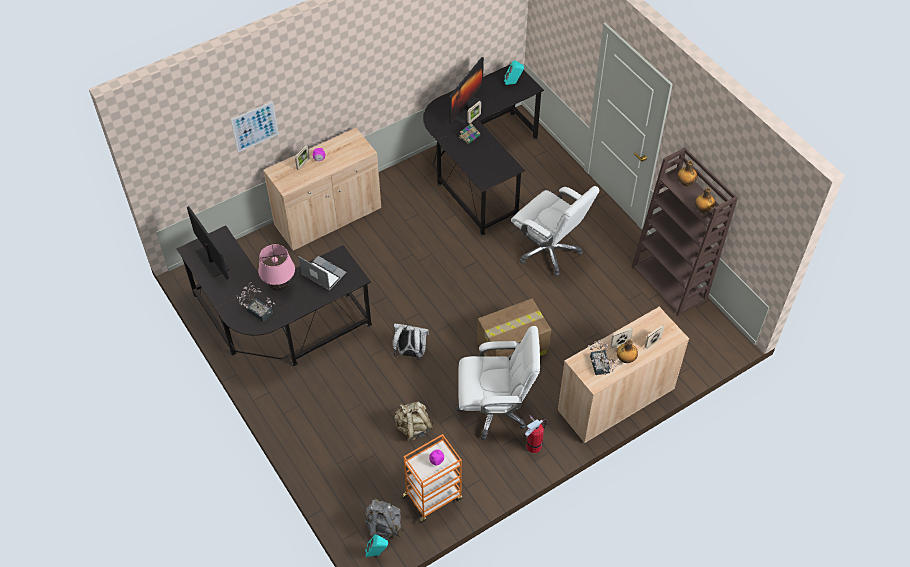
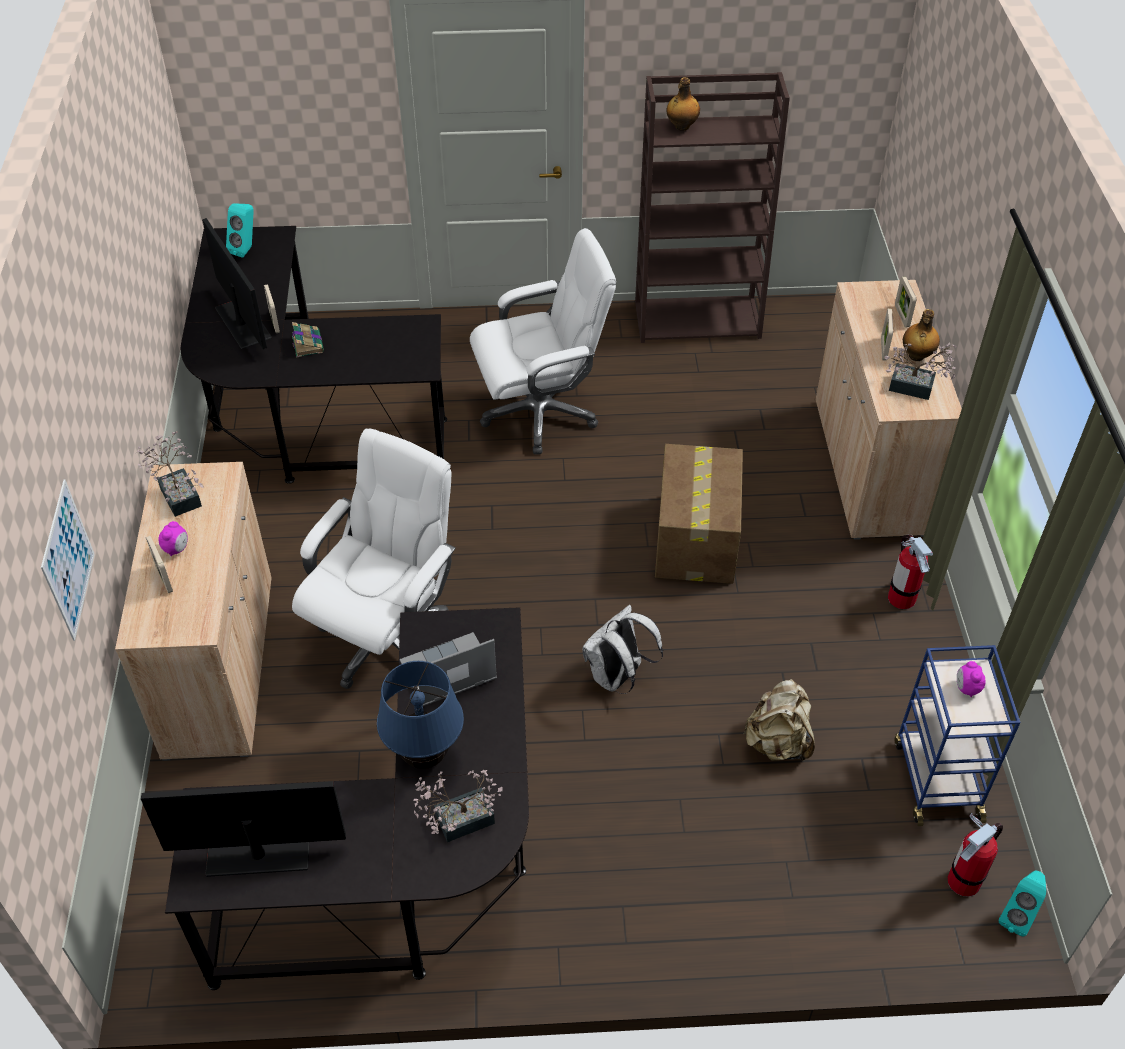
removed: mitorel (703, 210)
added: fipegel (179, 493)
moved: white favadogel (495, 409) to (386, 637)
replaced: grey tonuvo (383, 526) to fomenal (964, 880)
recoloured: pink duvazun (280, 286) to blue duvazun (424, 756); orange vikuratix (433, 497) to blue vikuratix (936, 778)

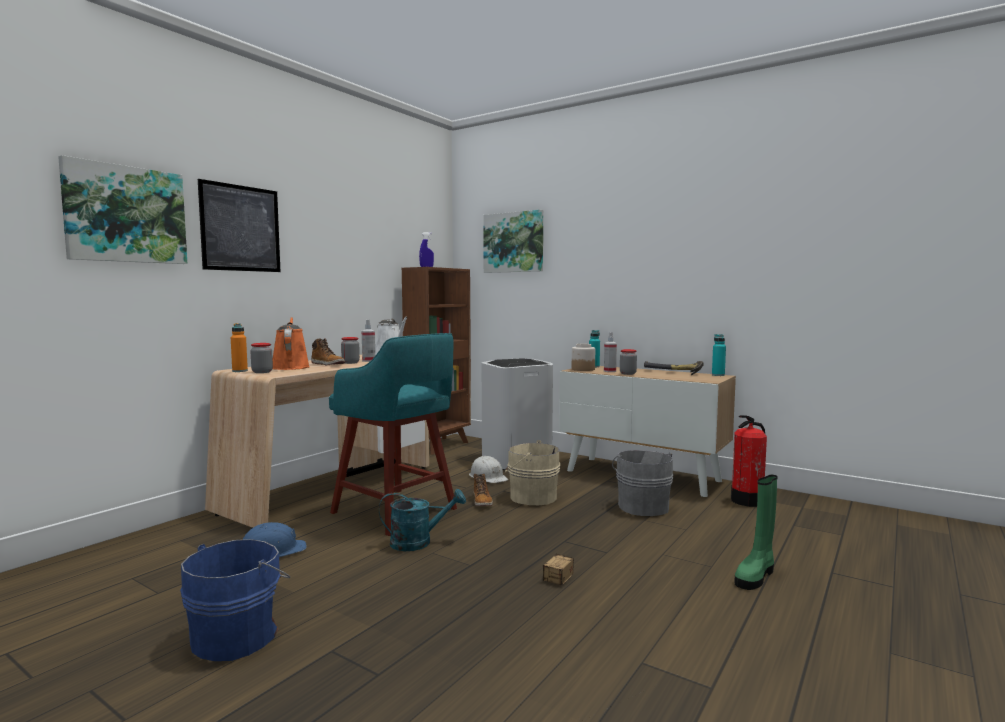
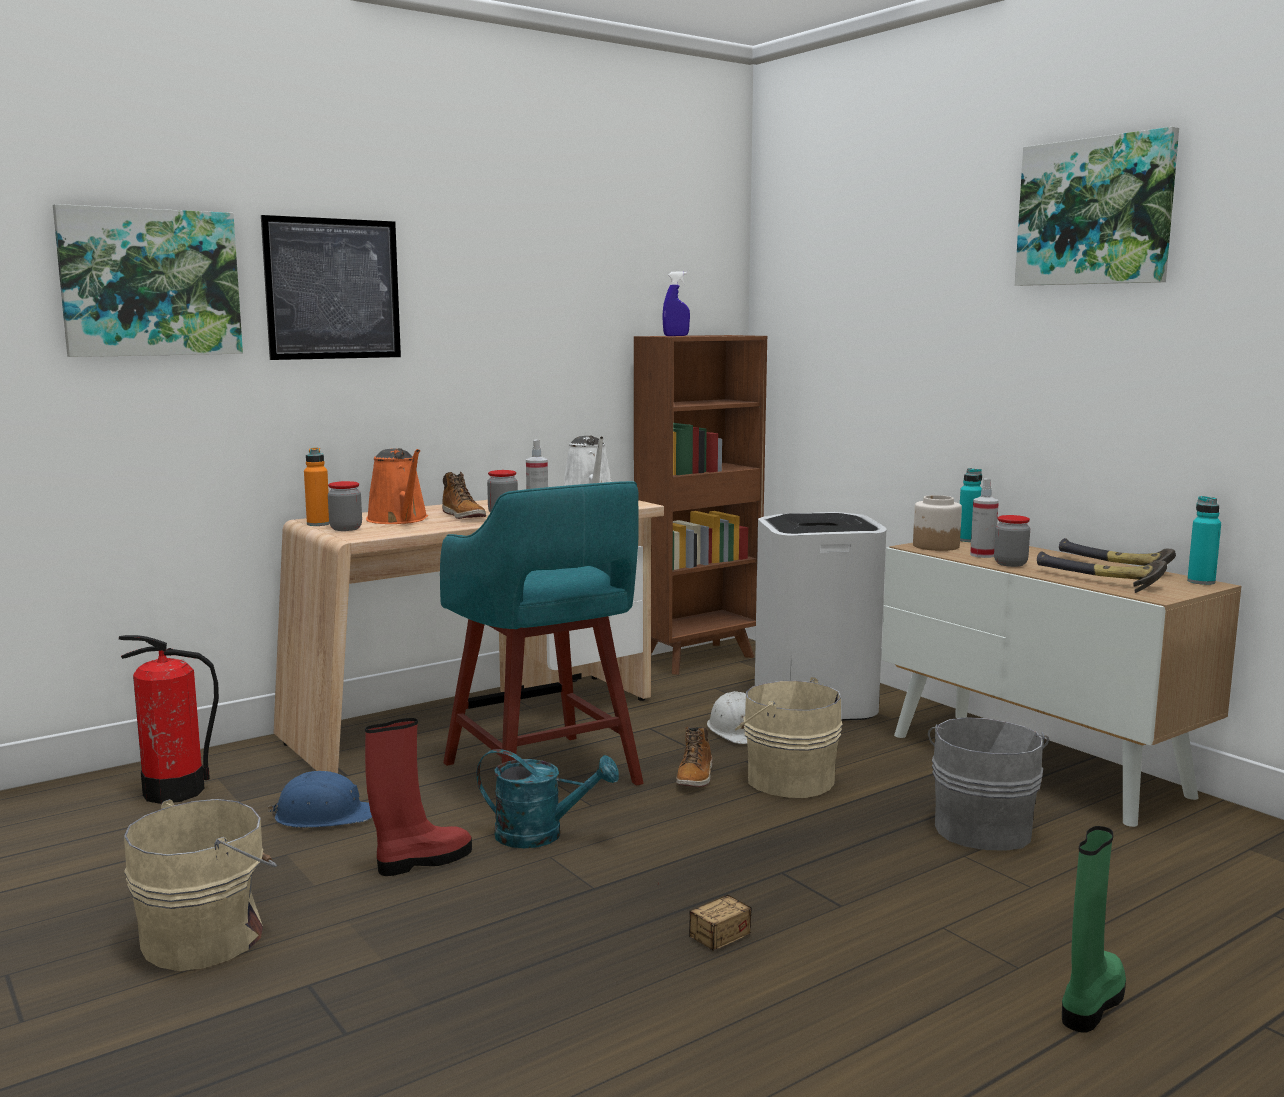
added: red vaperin (422, 861); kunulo (1097, 581)
moved: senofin (514, 242) to (1095, 212); fomenal (747, 501) to (175, 792)
recoloured: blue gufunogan (239, 635) to beige gufunogan (208, 936)
turned: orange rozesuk (290, 367) = (399, 520) 150 degrees clockwise; green vaperin (755, 576) = (1090, 1002) 150 degrees clockwise

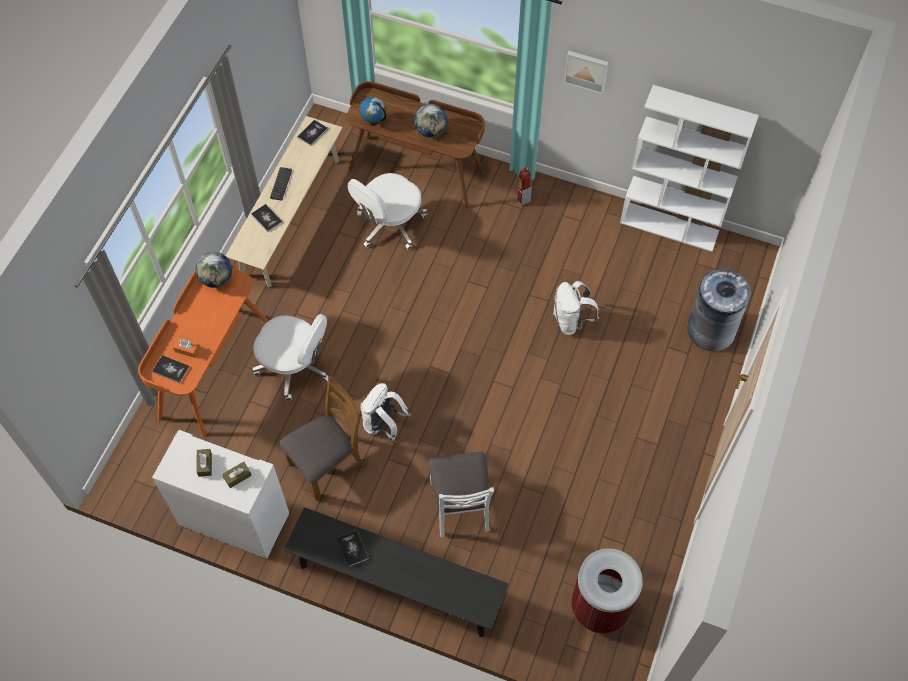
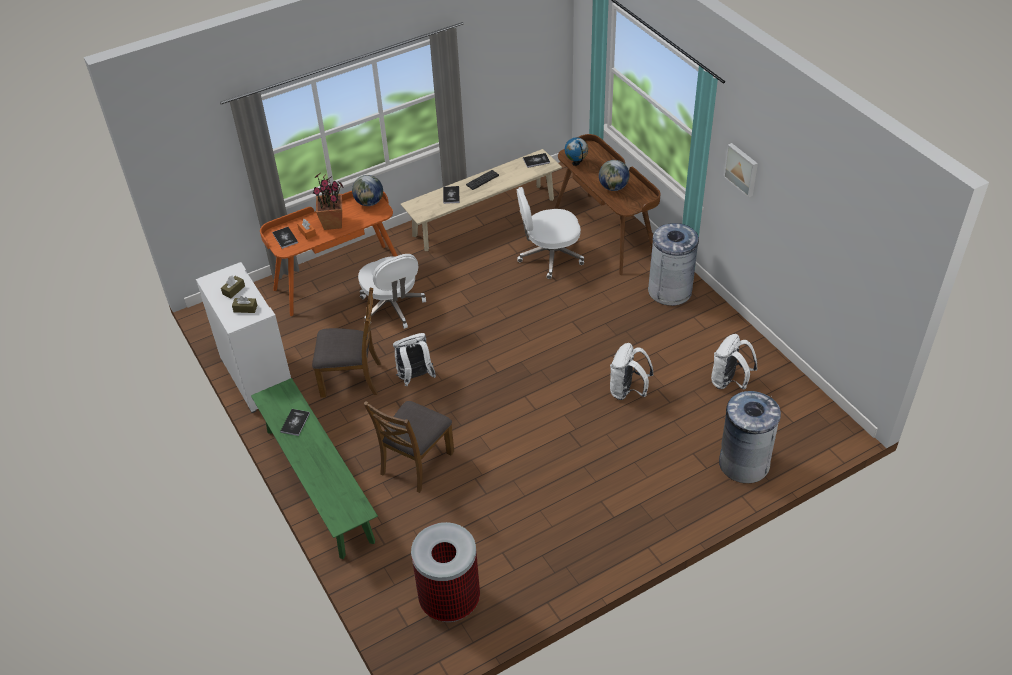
removed: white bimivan (670, 226)
added: fipegel (333, 223); white tonuvo (729, 382)
replaced: fomenal (522, 200) to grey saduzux (670, 290)
recoloured: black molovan (397, 584) to green molovan (319, 484); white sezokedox (460, 505) to brown sezokedox (416, 463)

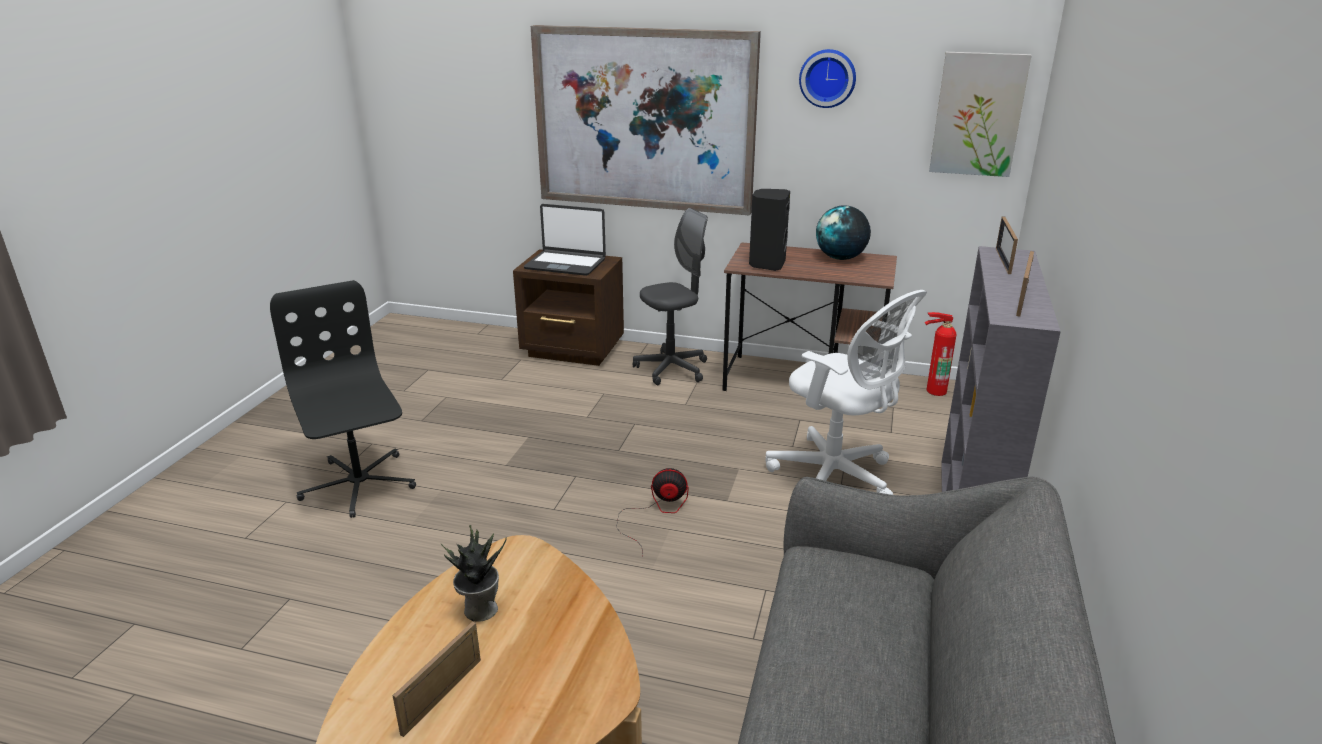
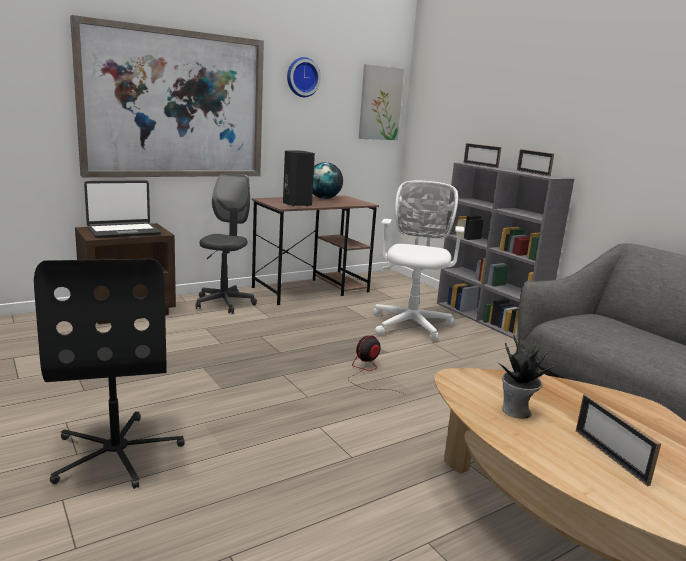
removed: fomenal (934, 390)
turned: black favadogel (358, 484) = (117, 452) 120 degrees counterclockwise; white favadogel (836, 477) = (411, 323) 75 degrees counterclockwise

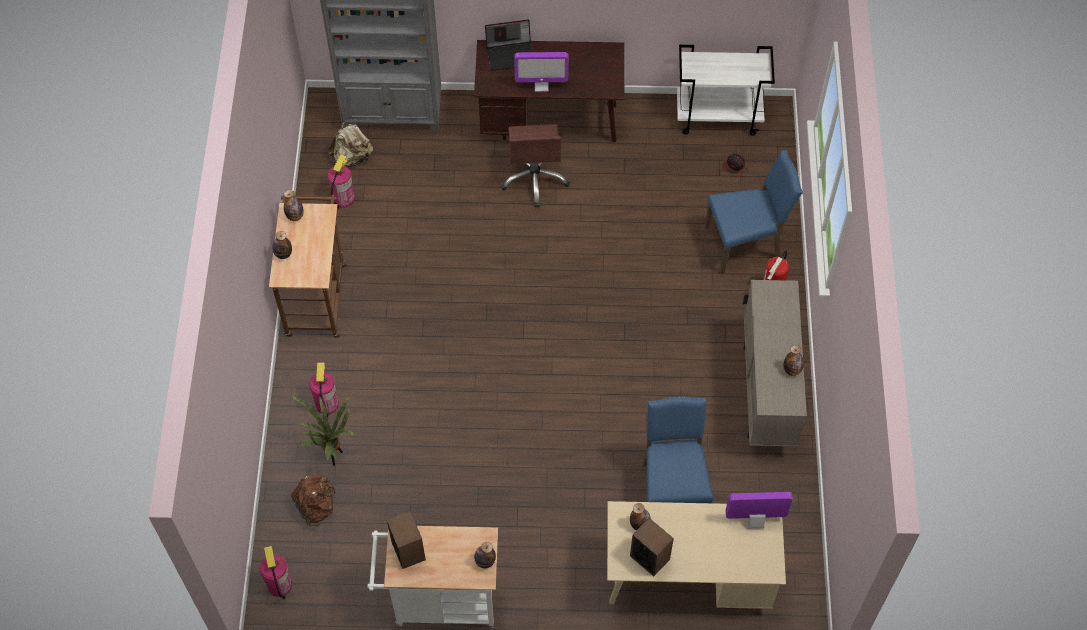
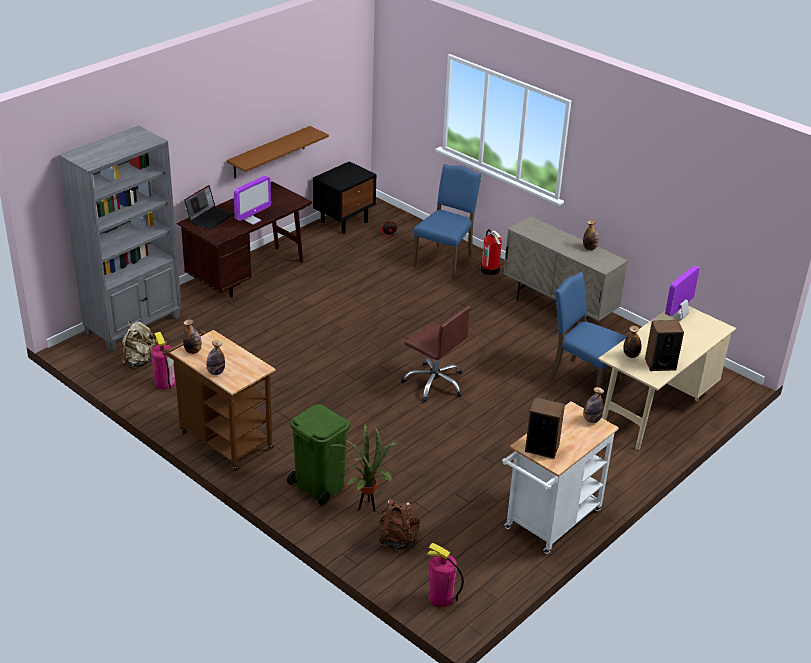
added: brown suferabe (269, 152)
moved: brown favadogel (535, 178) to (434, 383)
replaced: fomenal (327, 404) to green saduzux (319, 485); white vikuratix (719, 116) to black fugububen (344, 221)

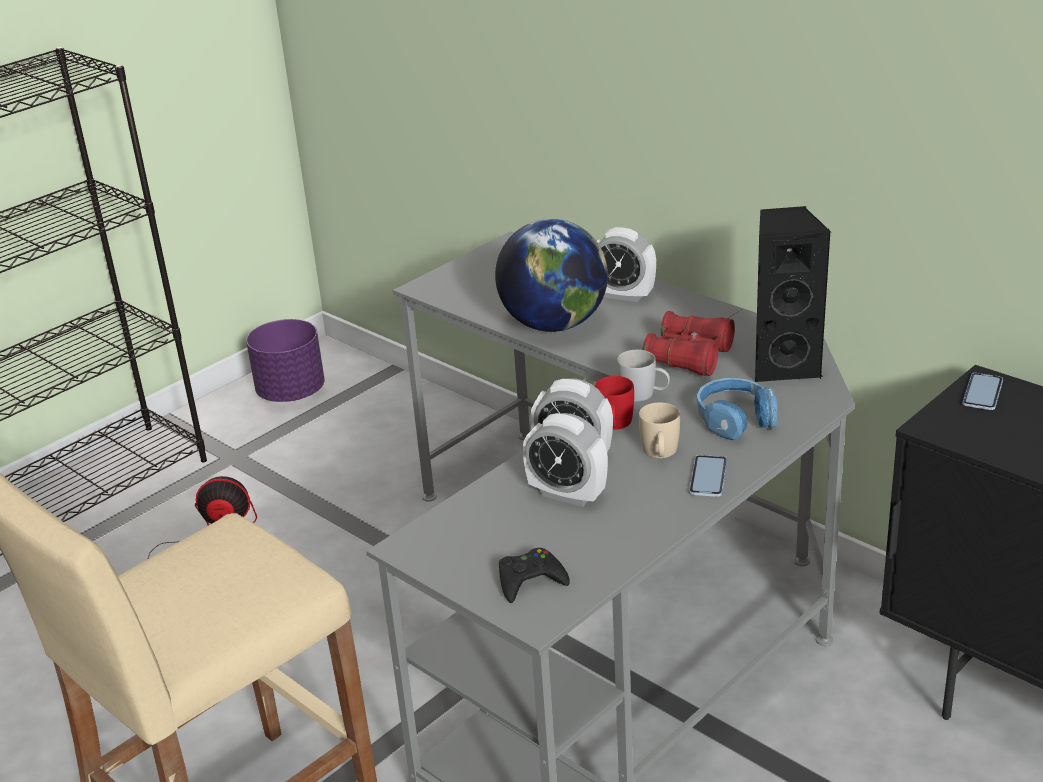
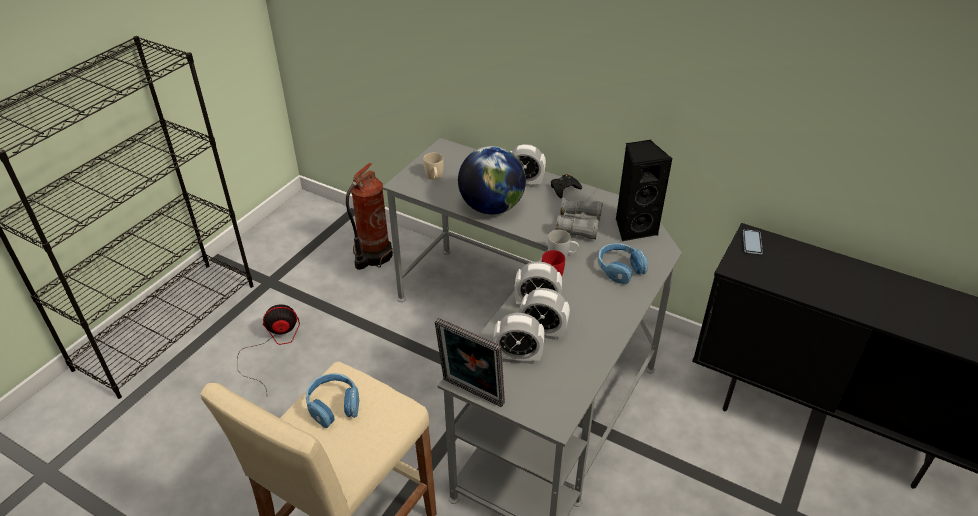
removed: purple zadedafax (290, 393); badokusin (708, 477)
added: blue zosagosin (334, 405); fomenal (373, 256); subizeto (471, 394); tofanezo (518, 357)
moved: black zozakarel (530, 580) to (564, 188); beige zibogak (660, 454) to (434, 177)
recoloured: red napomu (689, 357) to grey napomu (579, 225)

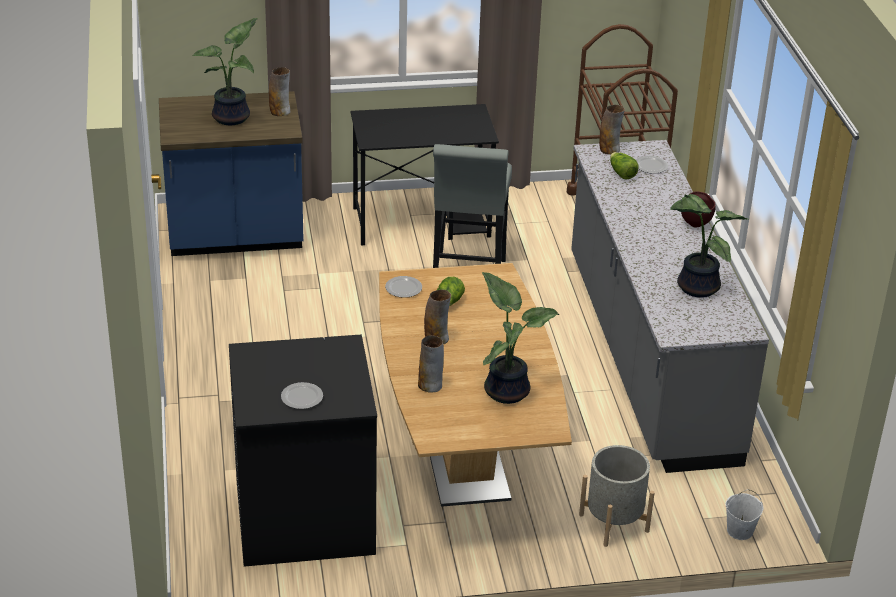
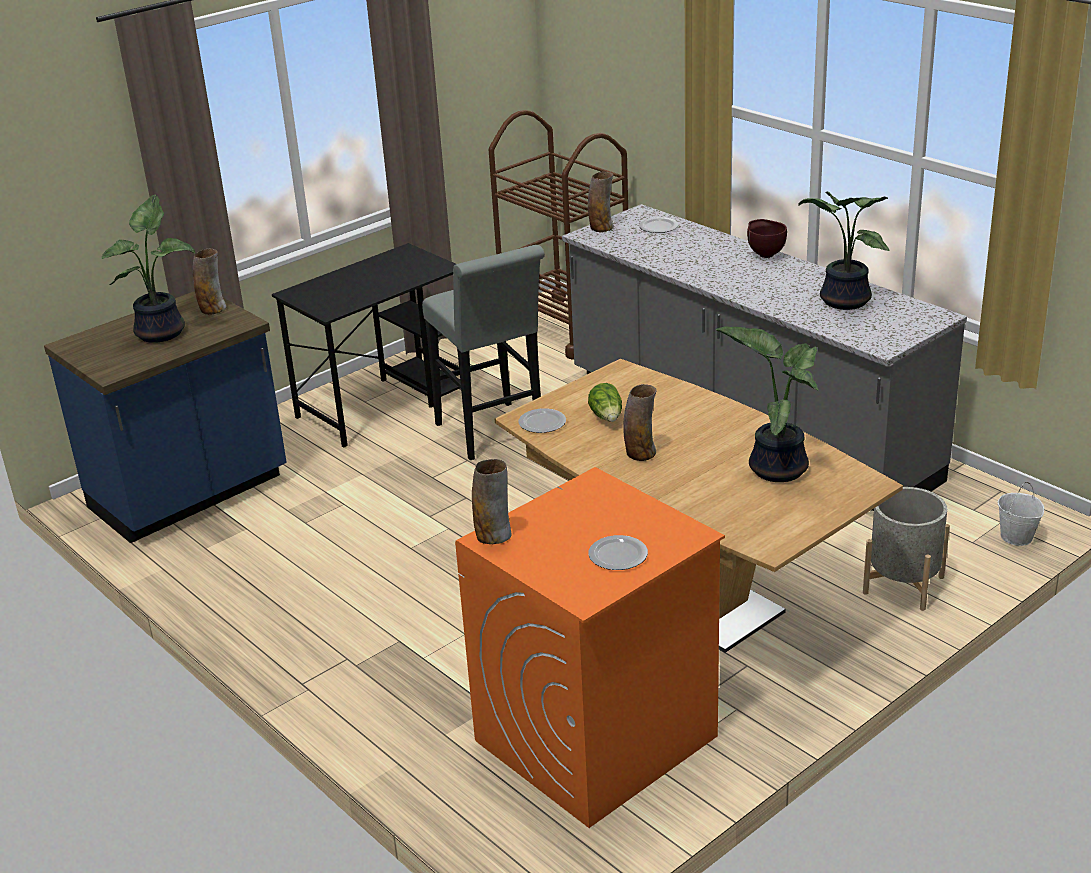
removed: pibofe (621, 173)
moved: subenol (430, 385) to (493, 535)
recoloured: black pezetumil (303, 518) to orange pezetumil (595, 739)

